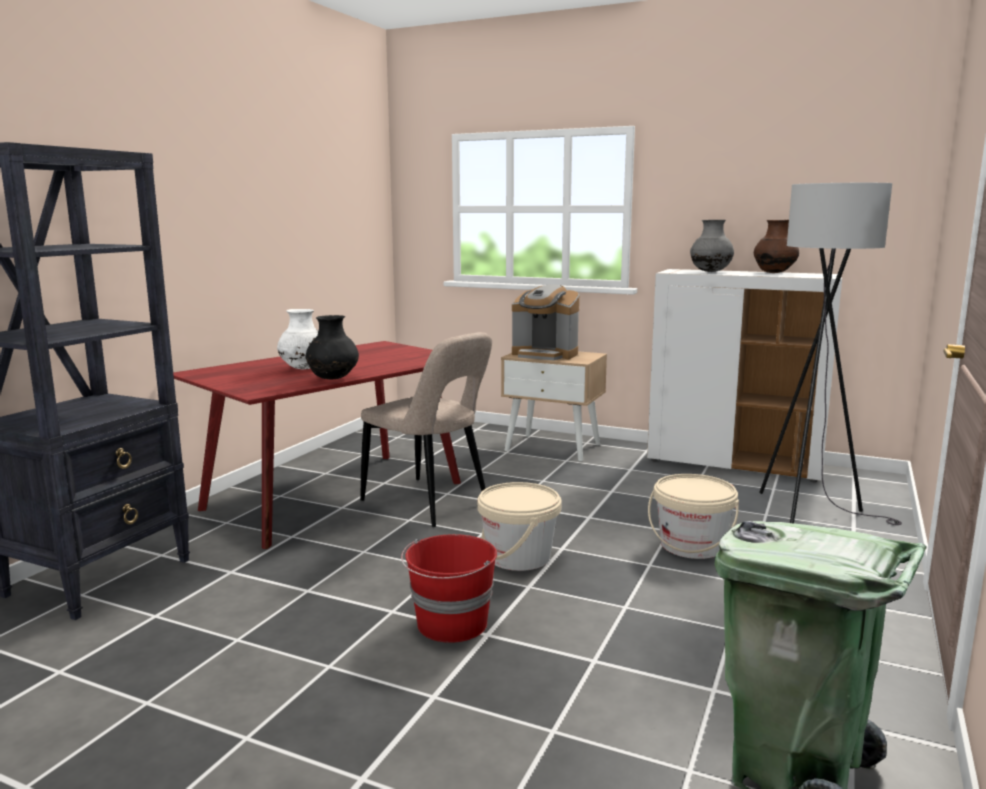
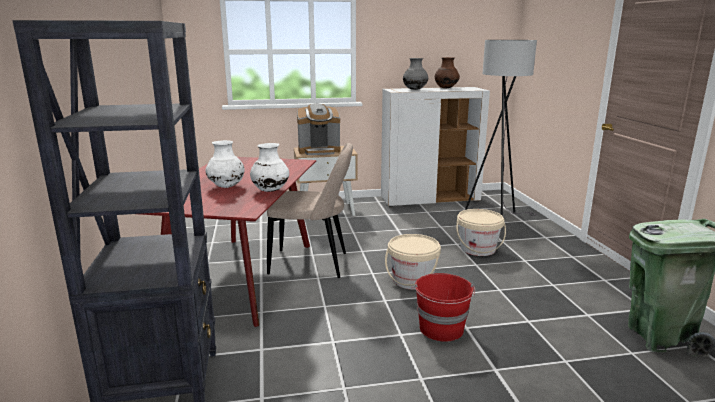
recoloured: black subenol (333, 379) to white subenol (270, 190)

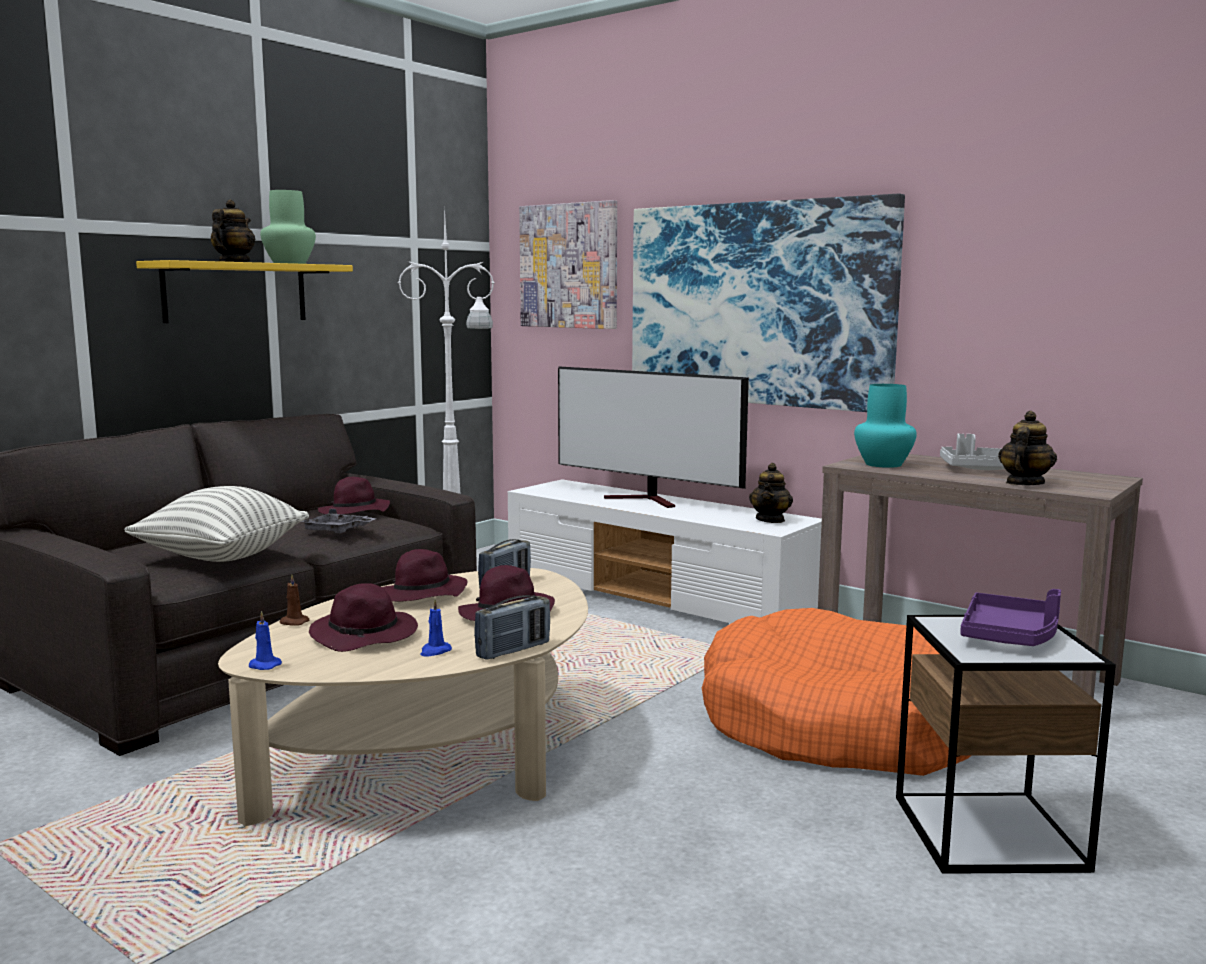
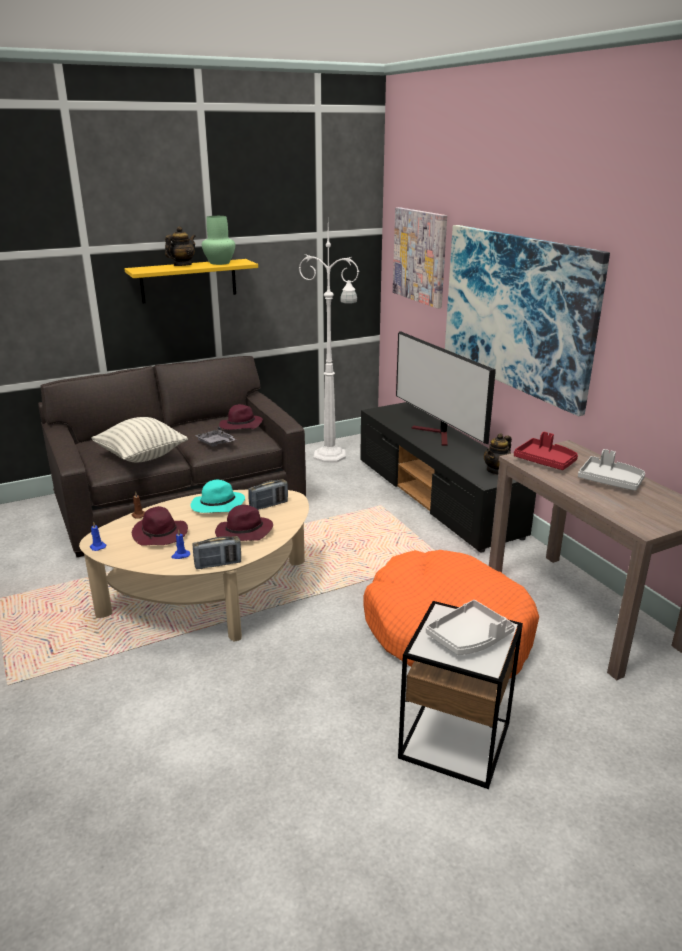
removed: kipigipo (1024, 483)
replaced: turquoise subenol (884, 464) to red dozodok (545, 461)
recoloured: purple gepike (421, 595) to turquoise gepike (217, 506); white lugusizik (658, 596) to black lugusizik (437, 498); purple dozodok (1010, 636) to grey dozodok (469, 638)

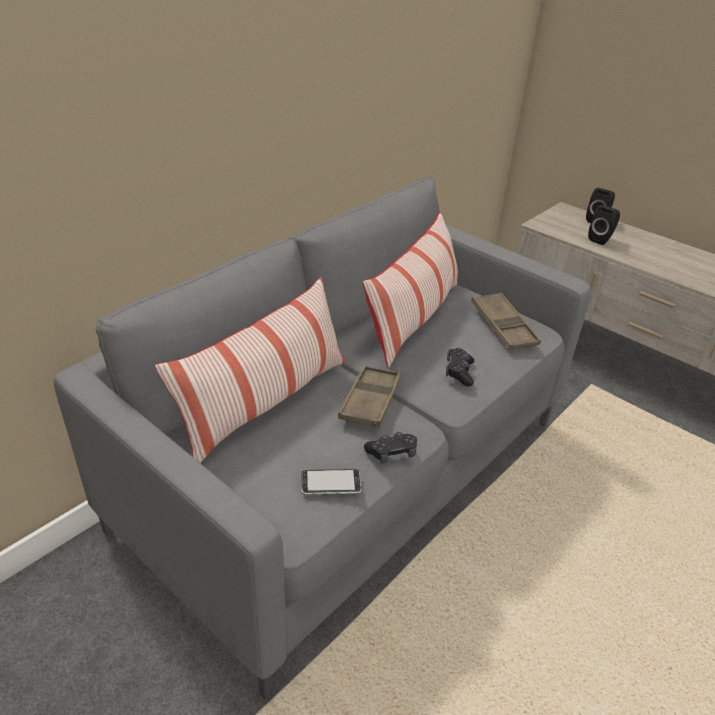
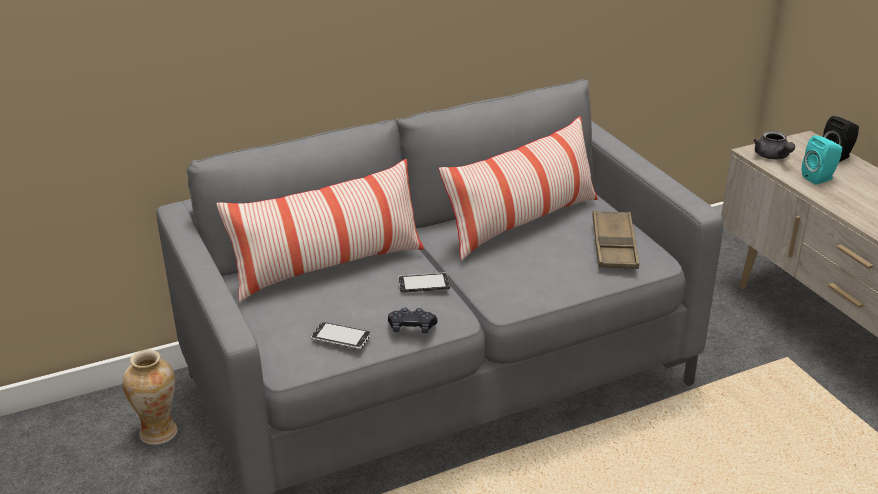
removed: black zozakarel (459, 372)
added: subenol (158, 432); grey kipigipo (773, 157)
replaced: brown dozodok (370, 401) to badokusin (423, 284)
recoloured: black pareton (601, 239) to turquoise pareton (820, 178)

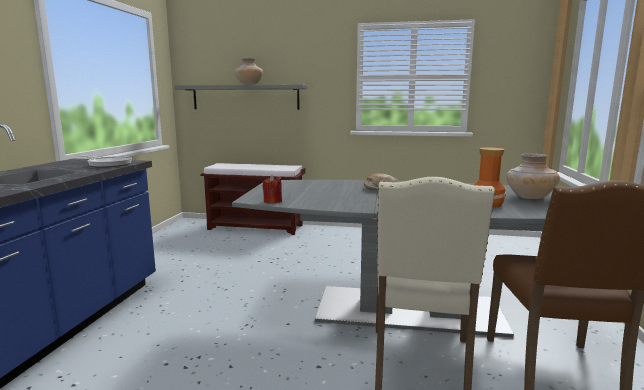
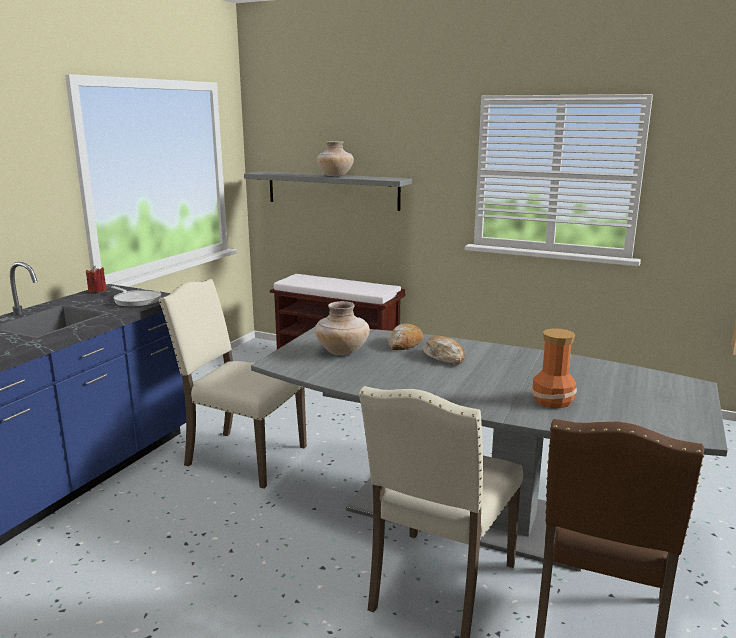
added: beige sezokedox (242, 456); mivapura (404, 344)
moved: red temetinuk (272, 201) to (97, 290); beige subenol (529, 197) to (342, 352)

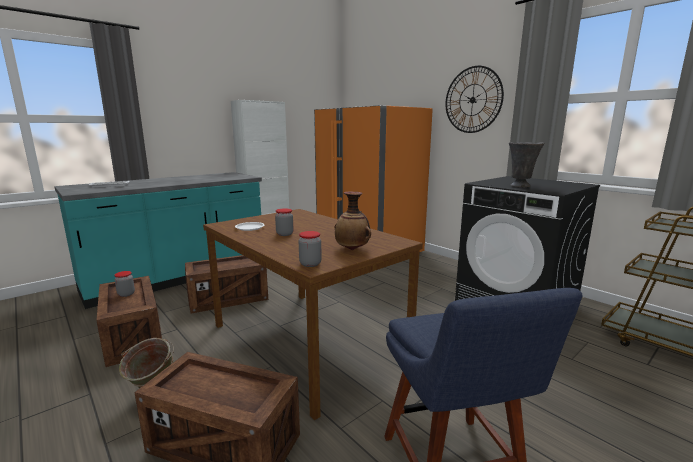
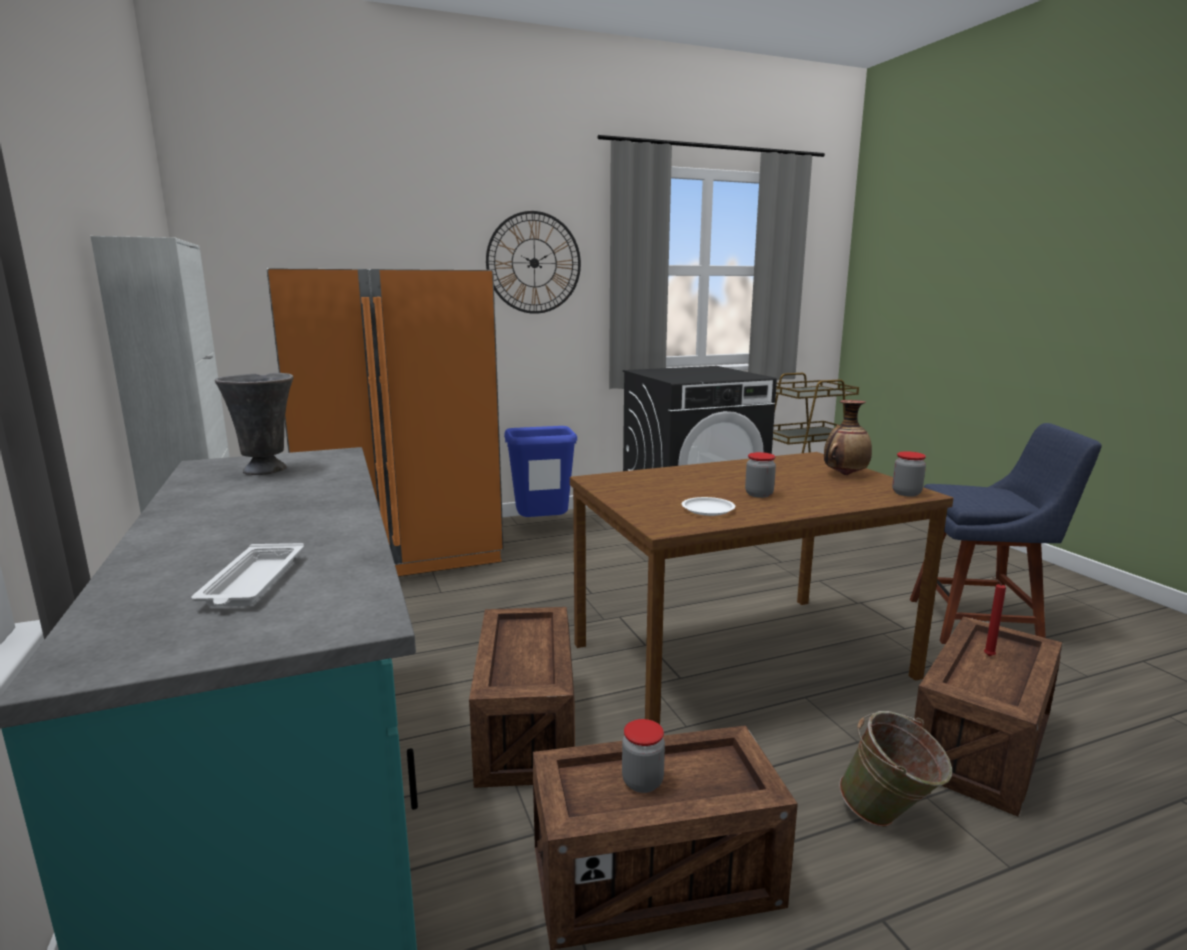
added: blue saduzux (541, 527); red temetinuk (987, 655)
moved: grey subenol (521, 186) to (267, 470)

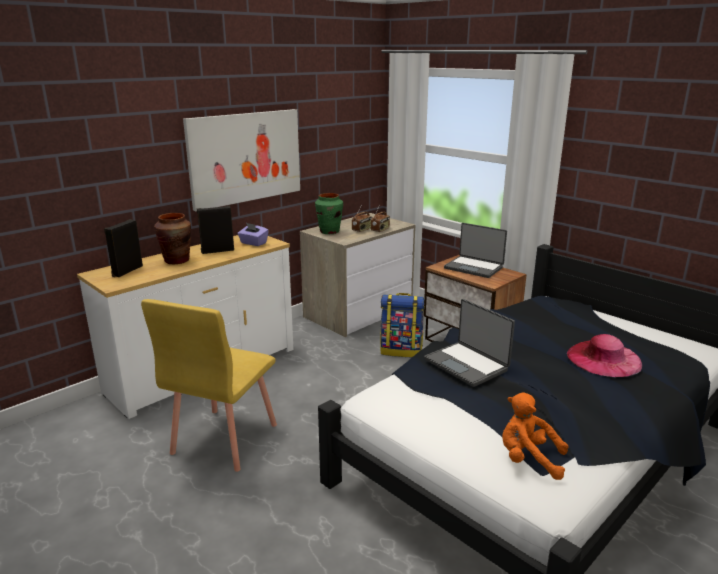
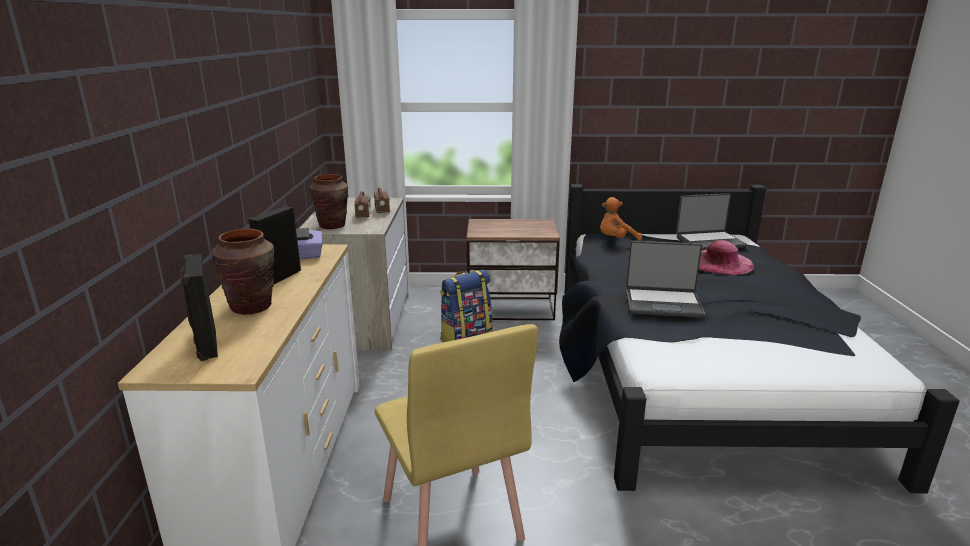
removed: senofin (245, 157)
moved: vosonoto (474, 267) to (709, 242); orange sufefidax (528, 459) to (616, 240)
recoloured: green subenol (329, 231) to brown subenol (332, 225)

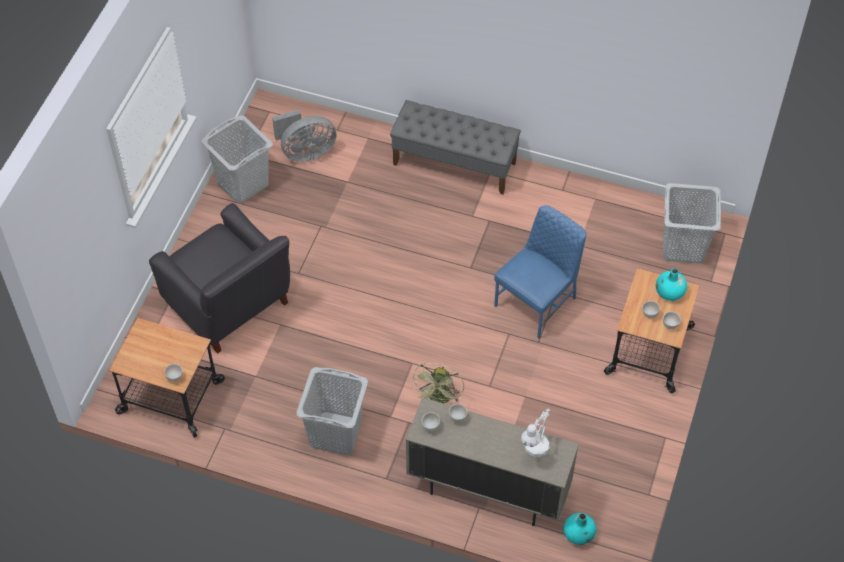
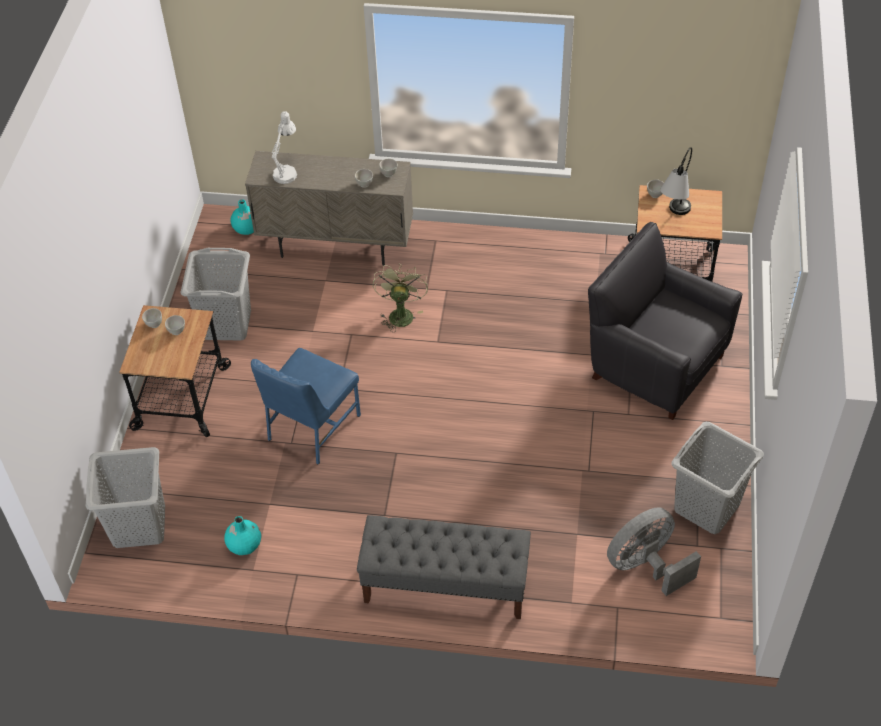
added: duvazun (673, 216)
moved: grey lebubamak (335, 433) to (227, 323); turquoise subenol (669, 292) to (244, 544)

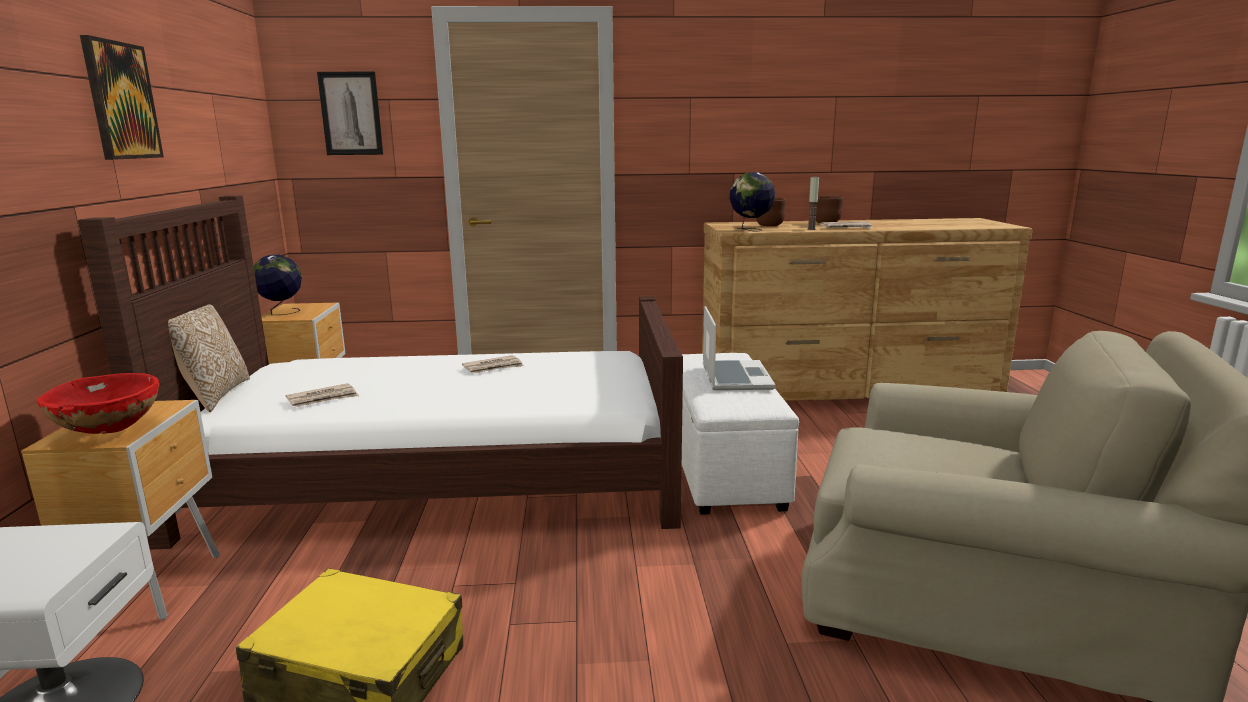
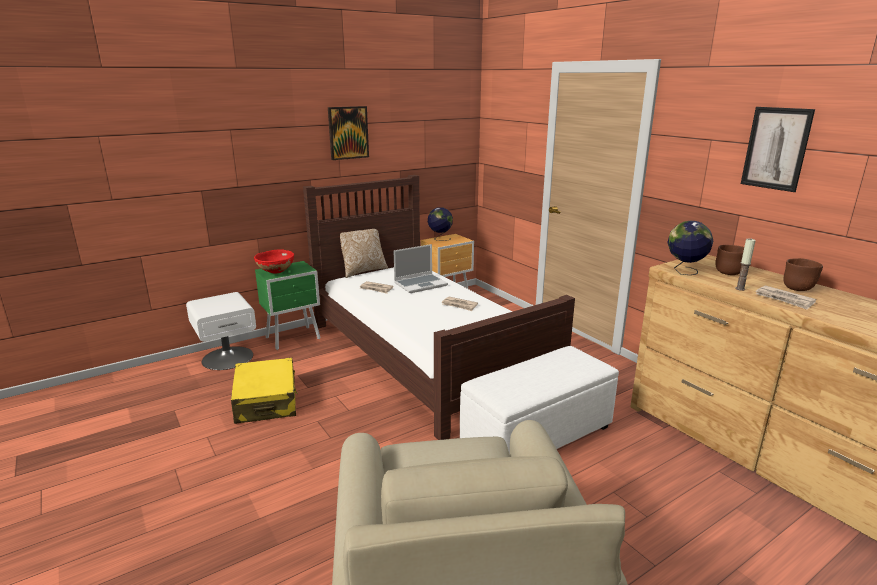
moved: senofin (351, 113) to (776, 148); vosonoto (734, 377) to (421, 284)
recoloured: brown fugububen (157, 586) to green fugububen (294, 338)

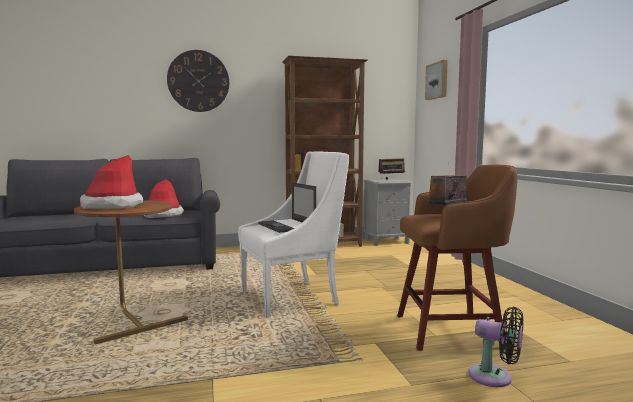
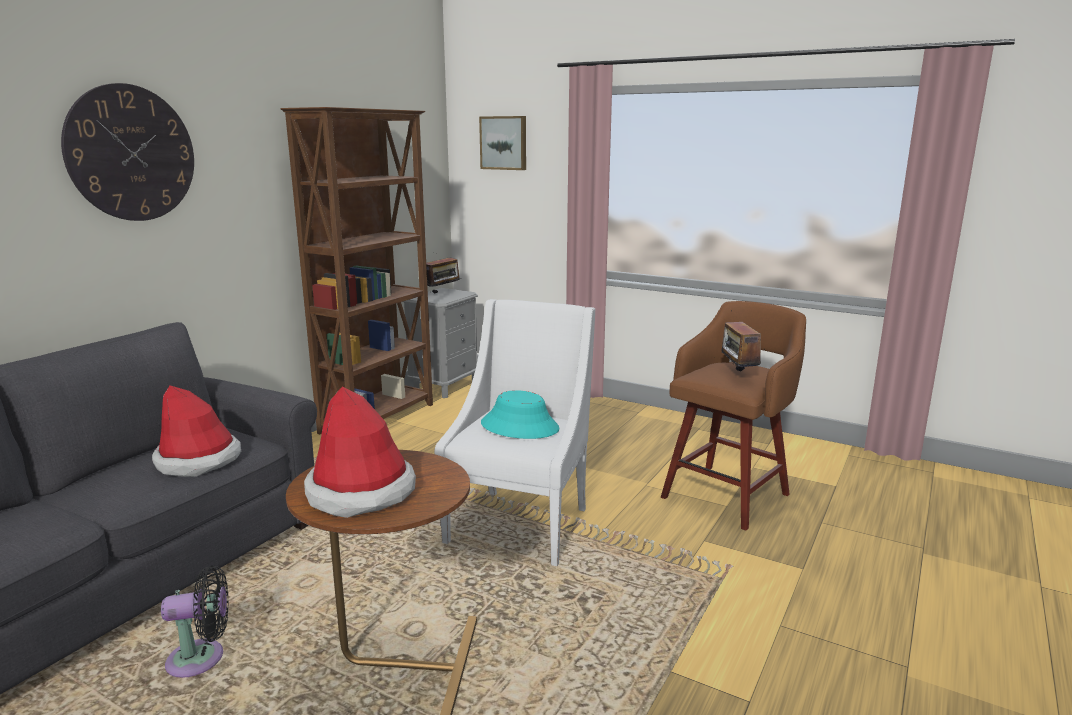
moved: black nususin (495, 377) to (202, 658)
replaced: vosonoto (287, 226) to turquoise gepike (520, 426)

